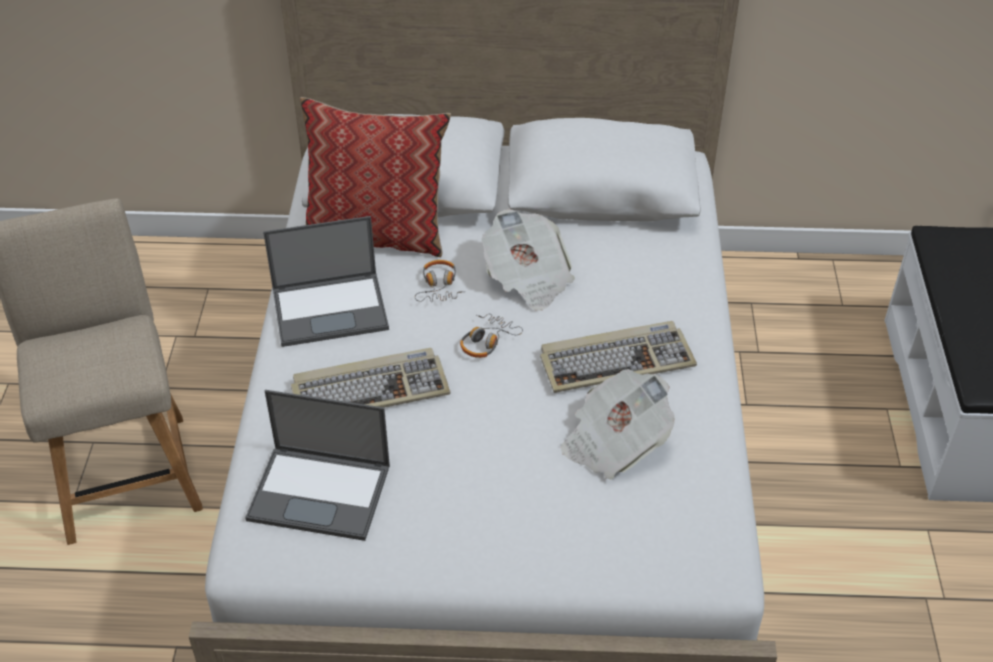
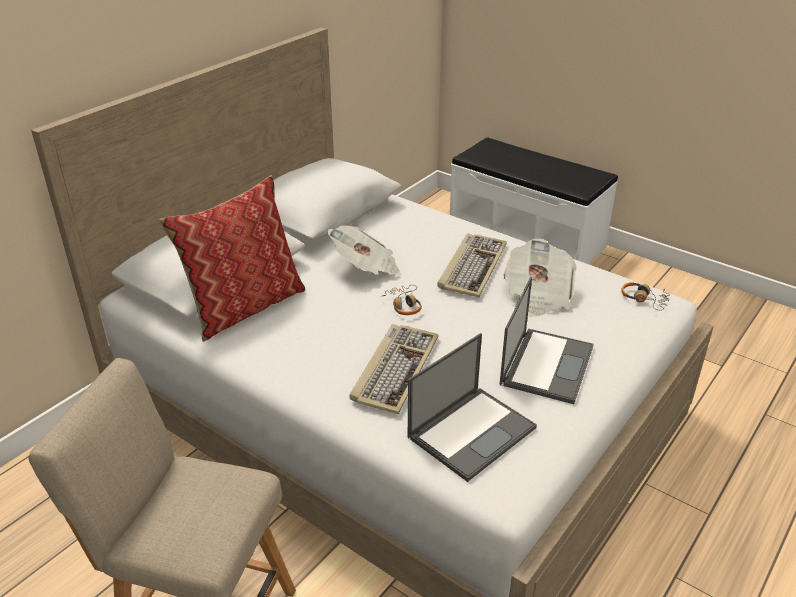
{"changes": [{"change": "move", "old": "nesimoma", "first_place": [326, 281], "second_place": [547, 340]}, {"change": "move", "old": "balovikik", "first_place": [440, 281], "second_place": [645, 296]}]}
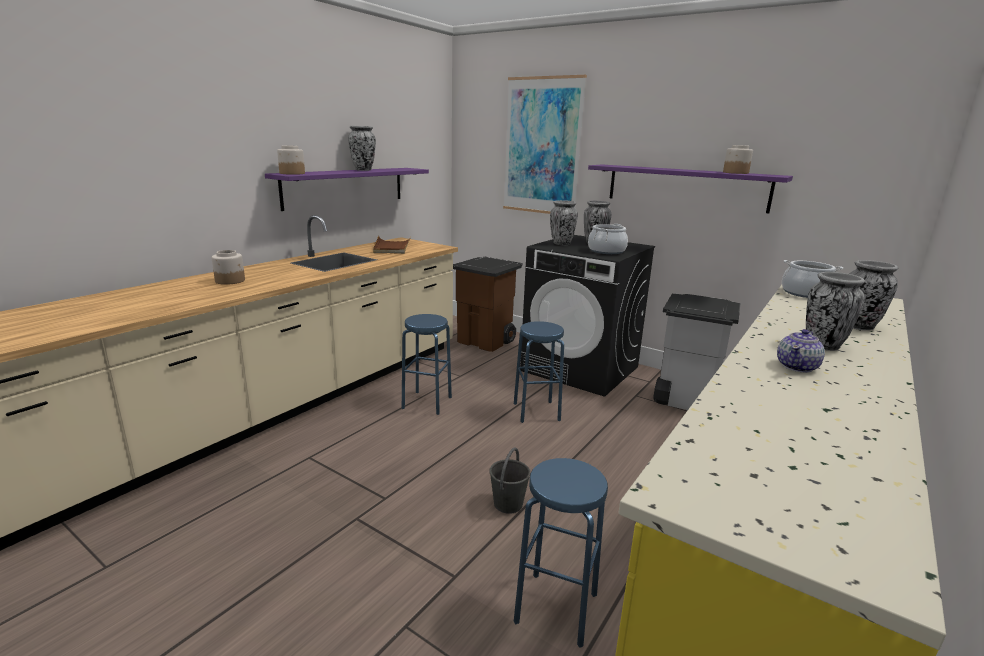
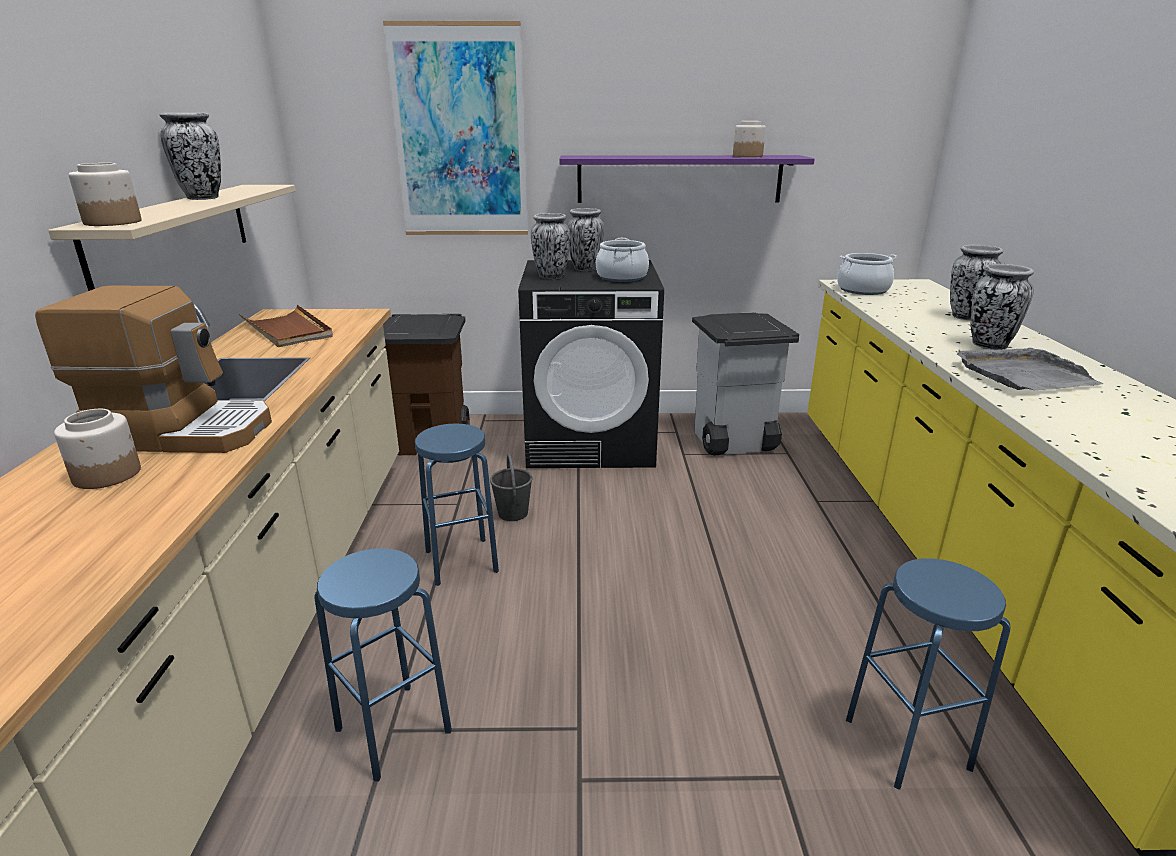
{"changes": [{"change": "recolor", "old": "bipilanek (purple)", "new": "bipilanek (beige)", "first_place": [347, 189], "second_place": [172, 238]}, {"change": "move", "old": "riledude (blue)", "first_place": [539, 372], "second_place": [383, 664]}, {"change": "replace", "old": "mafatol", "new": "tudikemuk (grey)", "first_place": [801, 351], "second_place": [1030, 369]}, {"change": "move", "old": "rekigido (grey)", "first_place": [510, 480], "second_place": [511, 487]}, {"change": "insert", "new": "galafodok", "second_place": [153, 369]}]}
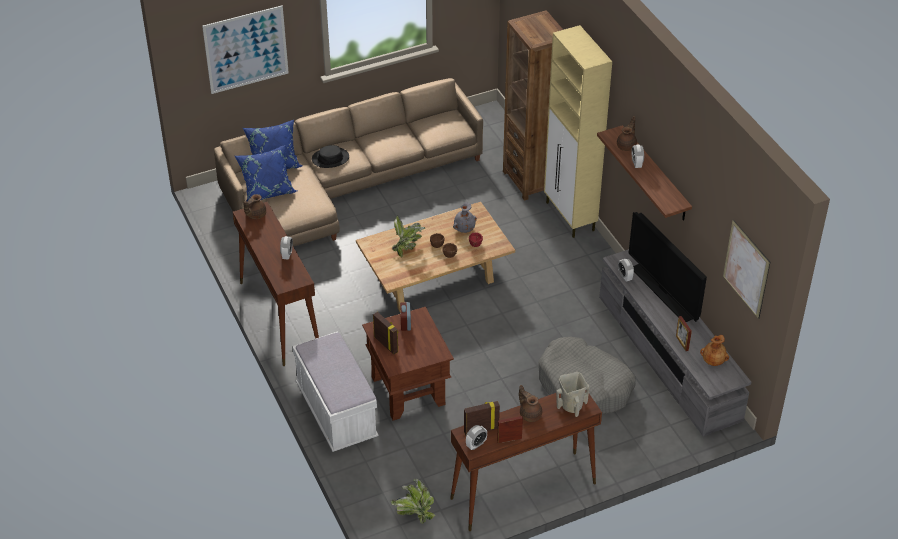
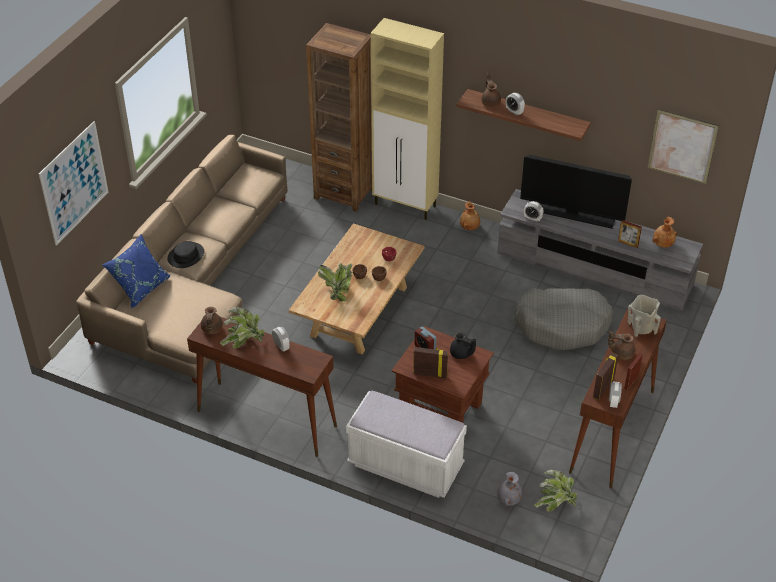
{"changes": [{"change": "delete", "old": "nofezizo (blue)", "first_place": [266, 173]}, {"change": "move", "old": "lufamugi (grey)", "first_place": [465, 217], "second_place": [509, 489]}, {"change": "insert", "new": "lufamugi (brown)", "second_place": [470, 215]}, {"change": "insert", "new": "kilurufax", "second_place": [242, 328]}, {"change": "insert", "new": "mafatol (black)", "second_place": [463, 346]}]}
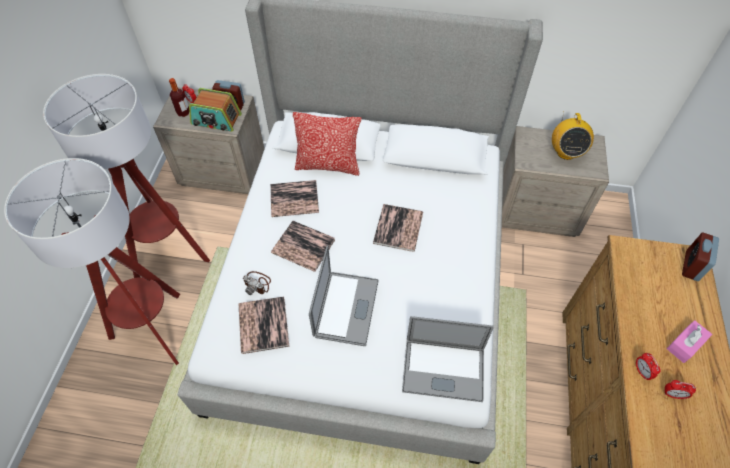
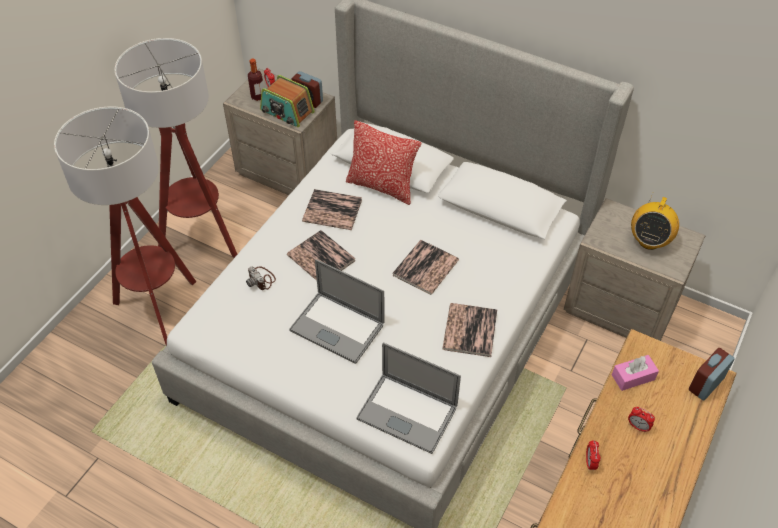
{"changes": [{"change": "rotate", "old": "nesimoma", "first_place": [344, 295], "second_place": [337, 311], "degrees": 90}, {"change": "move", "old": "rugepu", "first_place": [264, 325], "second_place": [469, 330]}, {"change": "move", "old": "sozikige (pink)", "first_place": [689, 341], "second_place": [635, 373]}, {"change": "move", "old": "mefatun", "first_place": [680, 389], "second_place": [641, 420]}]}
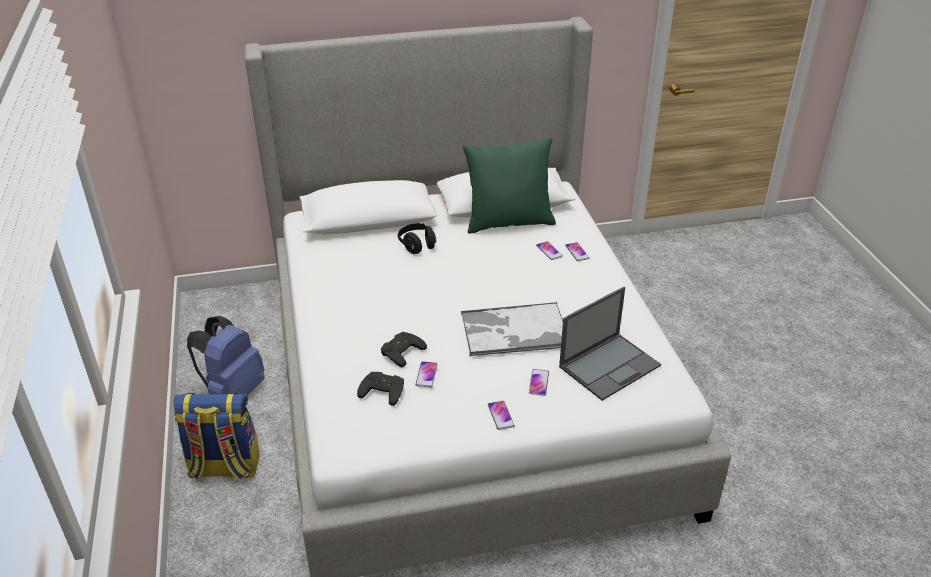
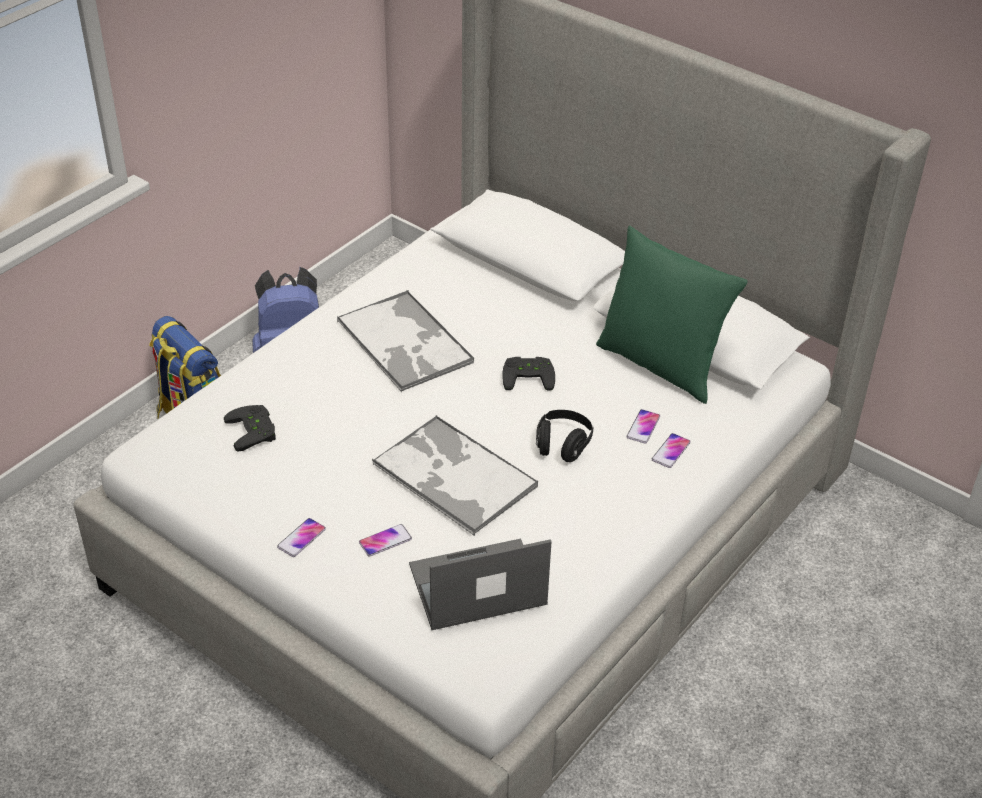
{"changes": [{"change": "move", "old": "balovikik (black)", "first_place": [417, 238], "second_place": [564, 436]}, {"change": "rotate", "old": "nesimoma", "first_place": [610, 344], "second_place": [480, 584], "degrees": 150}, {"change": "move", "old": "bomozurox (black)", "first_place": [404, 349], "second_place": [528, 374]}, {"change": "delete", "old": "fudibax", "first_place": [426, 374]}, {"change": "insert", "new": "tudikemuk", "second_place": [405, 341]}]}
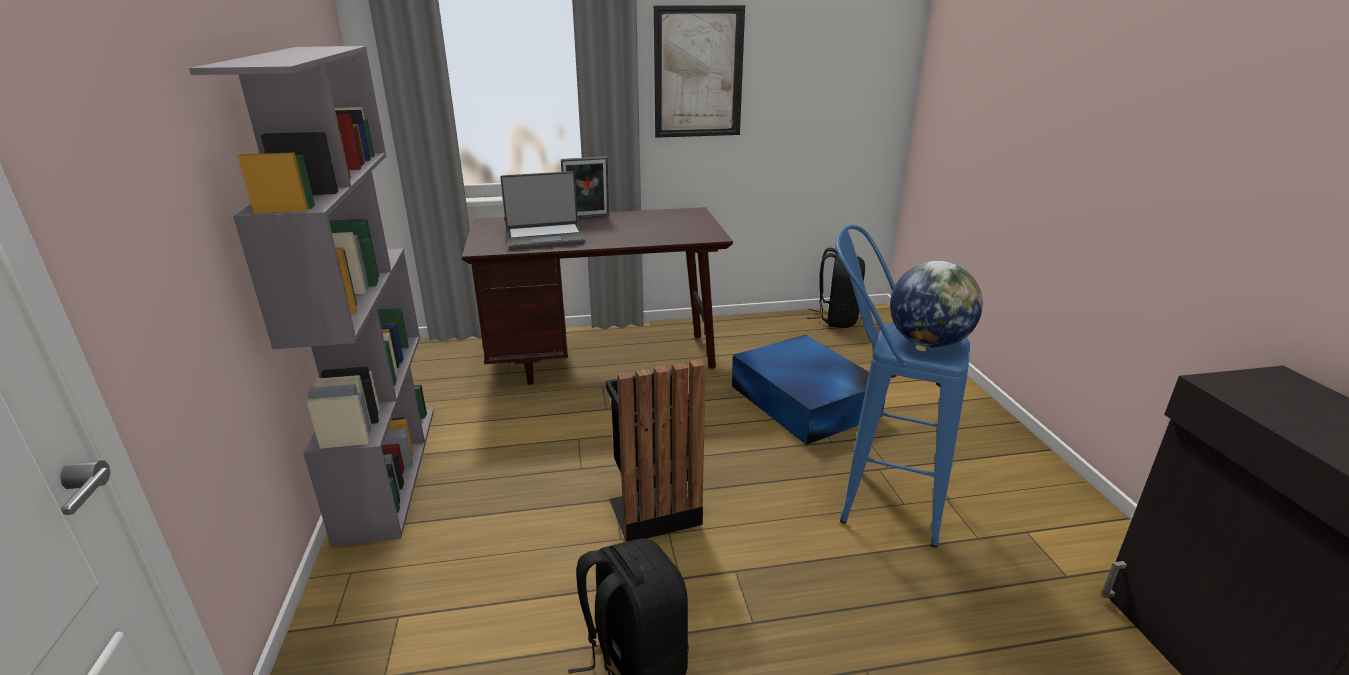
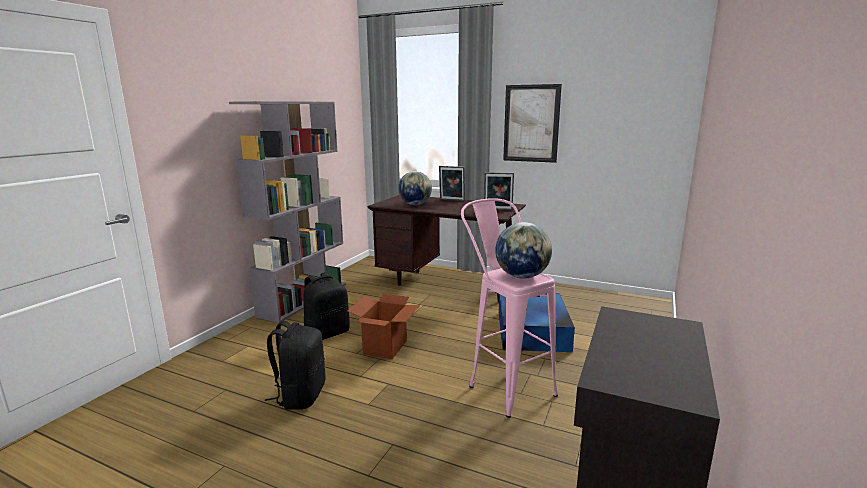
{"changes": [{"change": "replace", "old": "nesimoma", "new": "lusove", "first_place": [542, 210], "second_place": [415, 188]}, {"change": "recolor", "old": "riledude (blue)", "new": "riledude (pink)", "first_place": [903, 386], "second_place": [509, 308]}, {"change": "move", "old": "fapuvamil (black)", "first_place": [836, 288], "second_place": [326, 306]}, {"change": "replace", "old": "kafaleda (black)", "new": "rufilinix", "first_place": [656, 450], "second_place": [383, 326]}, {"change": "insert", "new": "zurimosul", "second_place": [499, 191]}]}
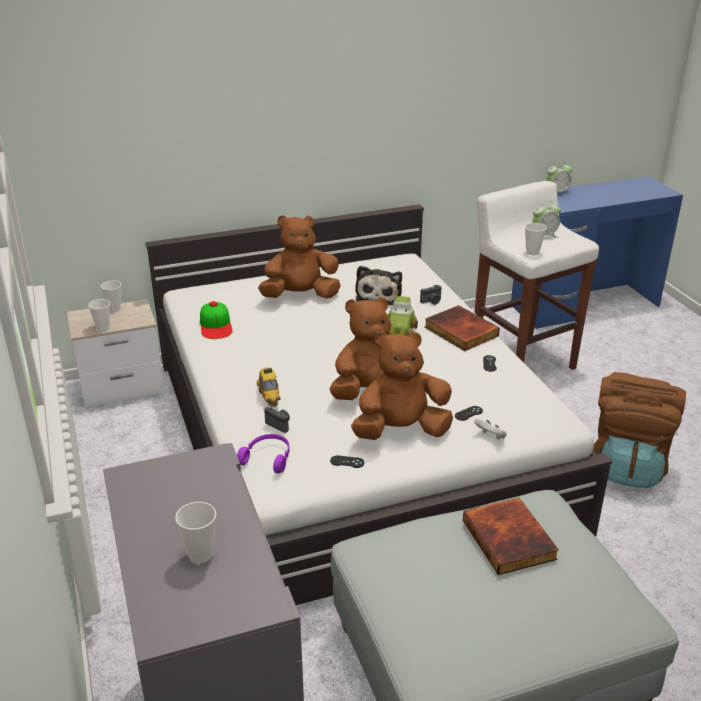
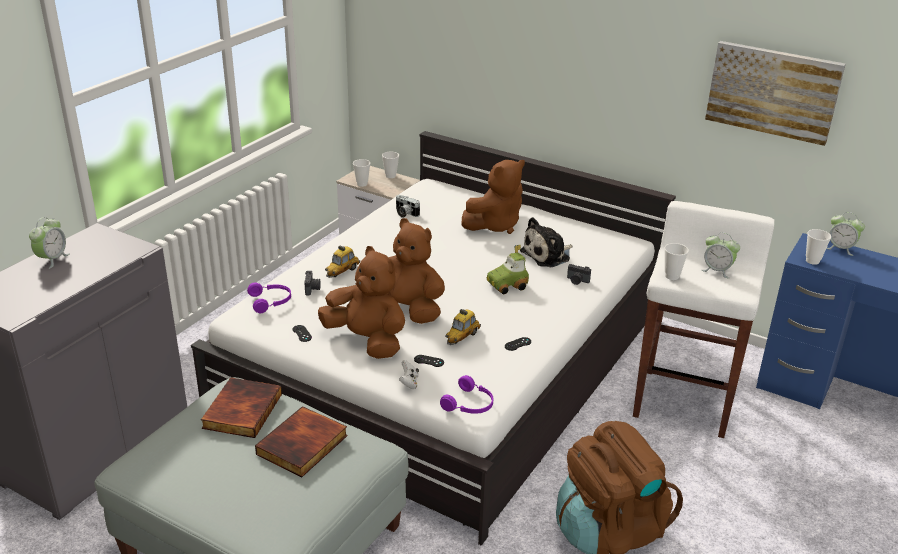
{"changes": [{"change": "rotate", "old": "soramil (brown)", "first_place": [299, 256], "second_place": [493, 197], "degrees": 105}, {"change": "replace", "old": "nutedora", "new": "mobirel", "first_place": [216, 320], "second_place": [408, 206]}, {"change": "move", "old": "rugepu", "first_place": [462, 328], "second_place": [241, 407]}, {"change": "move", "old": "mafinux", "first_place": [195, 532], "second_place": [818, 247]}, {"change": "insert", "new": "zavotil", "second_place": [775, 93]}, {"change": "insert", "new": "mefatun", "second_place": [49, 243]}, {"change": "insert", "new": "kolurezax", "second_place": [463, 327]}, {"change": "insert", "new": "balovikik (purple)", "second_place": [466, 394]}]}
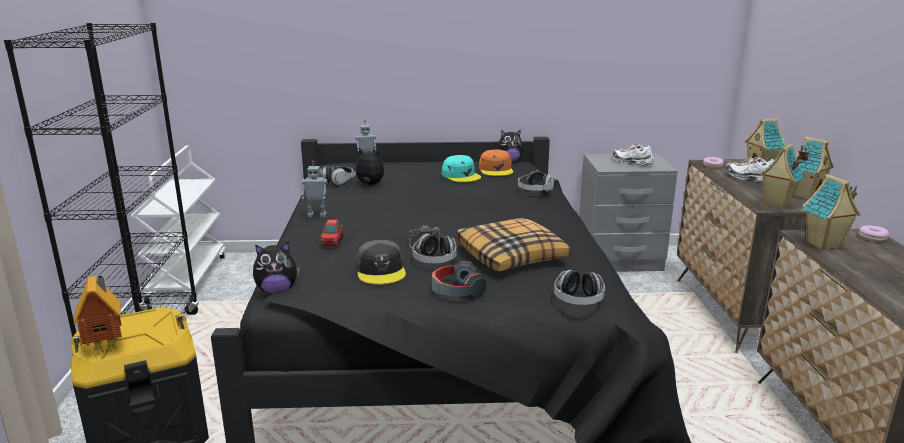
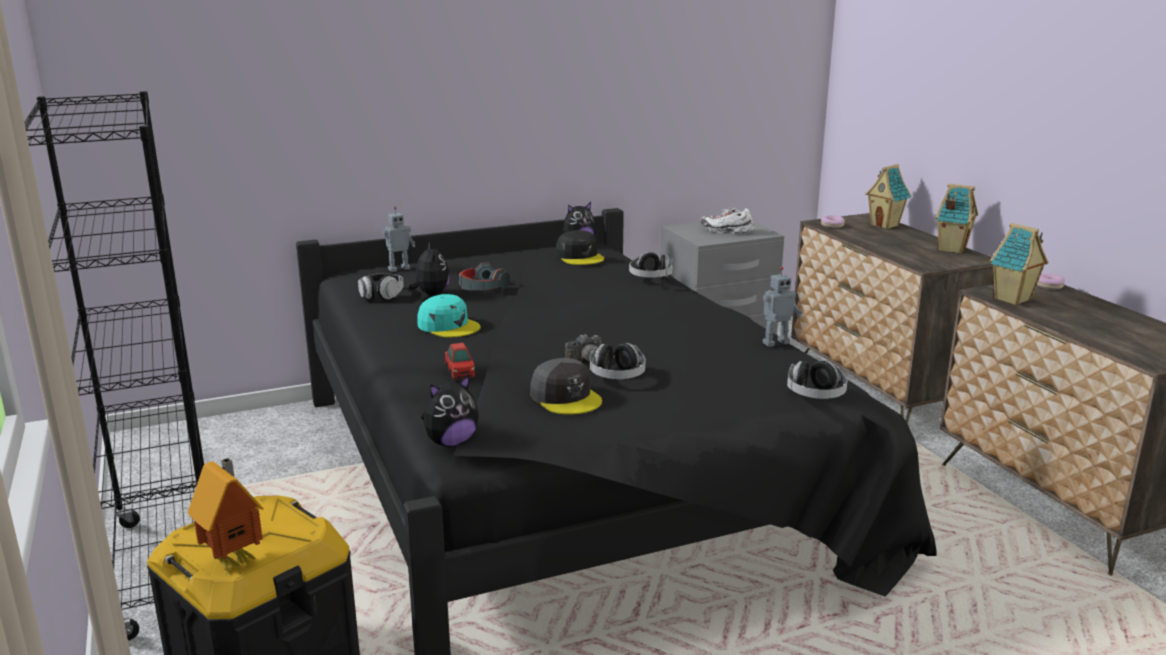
{"changes": [{"change": "delete", "old": "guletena", "first_place": [782, 176]}, {"change": "delete", "old": "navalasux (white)", "first_place": [178, 225]}, {"change": "rotate", "old": "soramil", "first_place": [367, 166], "second_place": [428, 268], "degrees": 75}, {"change": "recolor", "old": "nutedora (orange)", "new": "nutedora (black)", "first_place": [496, 163], "second_place": [580, 247]}, {"change": "move", "old": "nutedora (turquoise)", "first_place": [461, 168], "second_place": [449, 315]}, {"change": "delete", "old": "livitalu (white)", "first_place": [750, 169]}, {"change": "move", "old": "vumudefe", "first_place": [314, 188], "second_place": [782, 307]}, {"change": "delete", "old": "nofezizo", "first_place": [514, 245]}, {"change": "move", "old": "balovikik", "first_place": [459, 279], "second_place": [484, 276]}]}
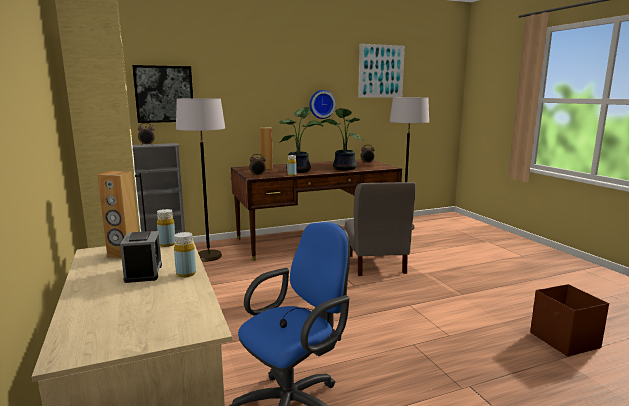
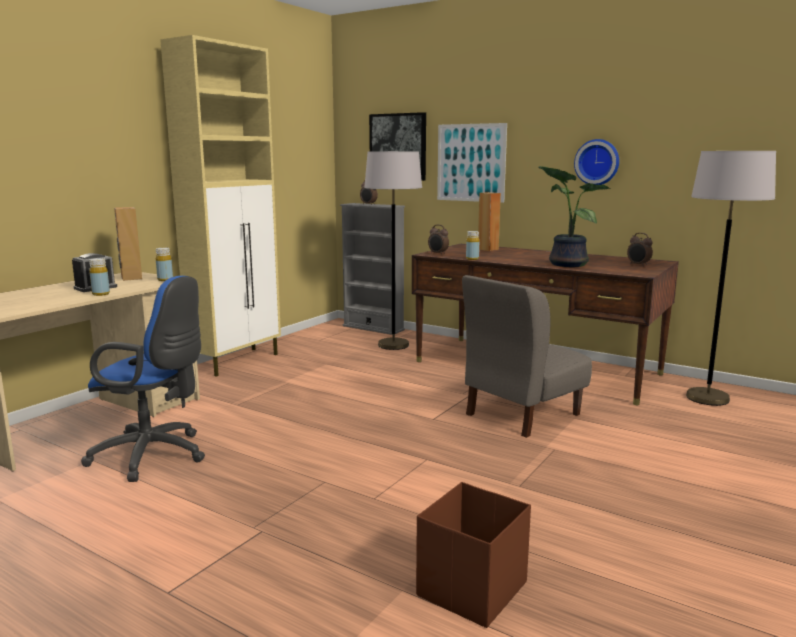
{"changes": [{"change": "move", "old": "zavotil", "first_place": [381, 71], "second_place": [472, 163]}, {"change": "delete", "old": "kilurufax", "first_place": [301, 140]}]}
